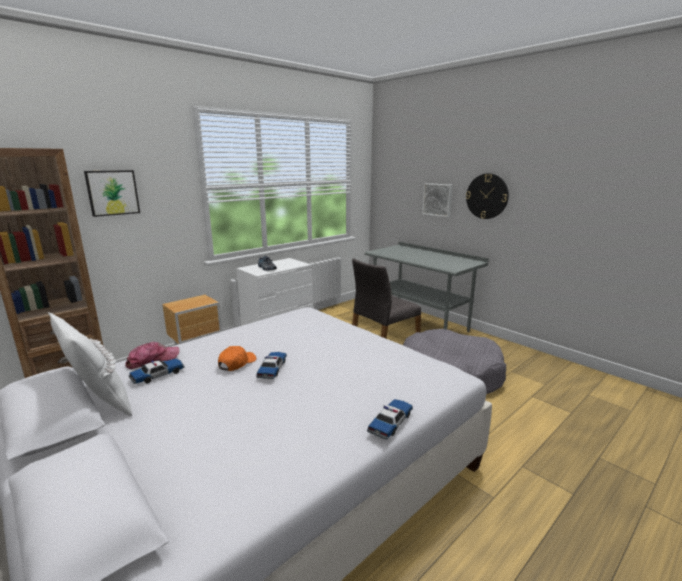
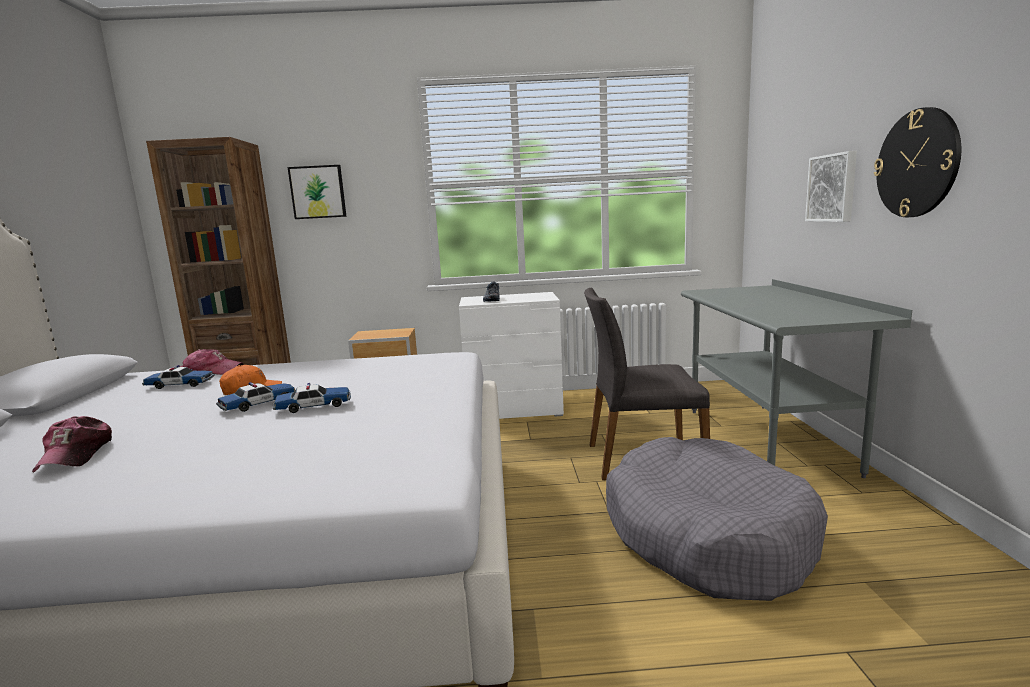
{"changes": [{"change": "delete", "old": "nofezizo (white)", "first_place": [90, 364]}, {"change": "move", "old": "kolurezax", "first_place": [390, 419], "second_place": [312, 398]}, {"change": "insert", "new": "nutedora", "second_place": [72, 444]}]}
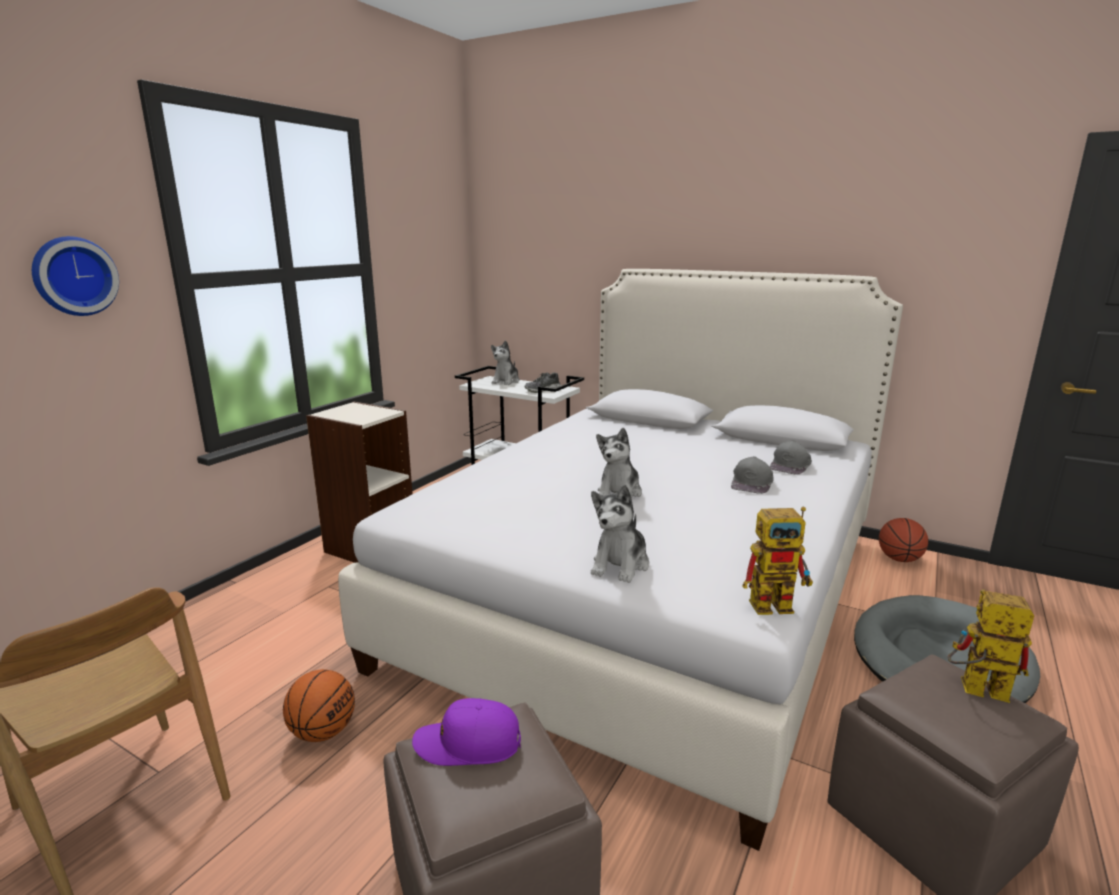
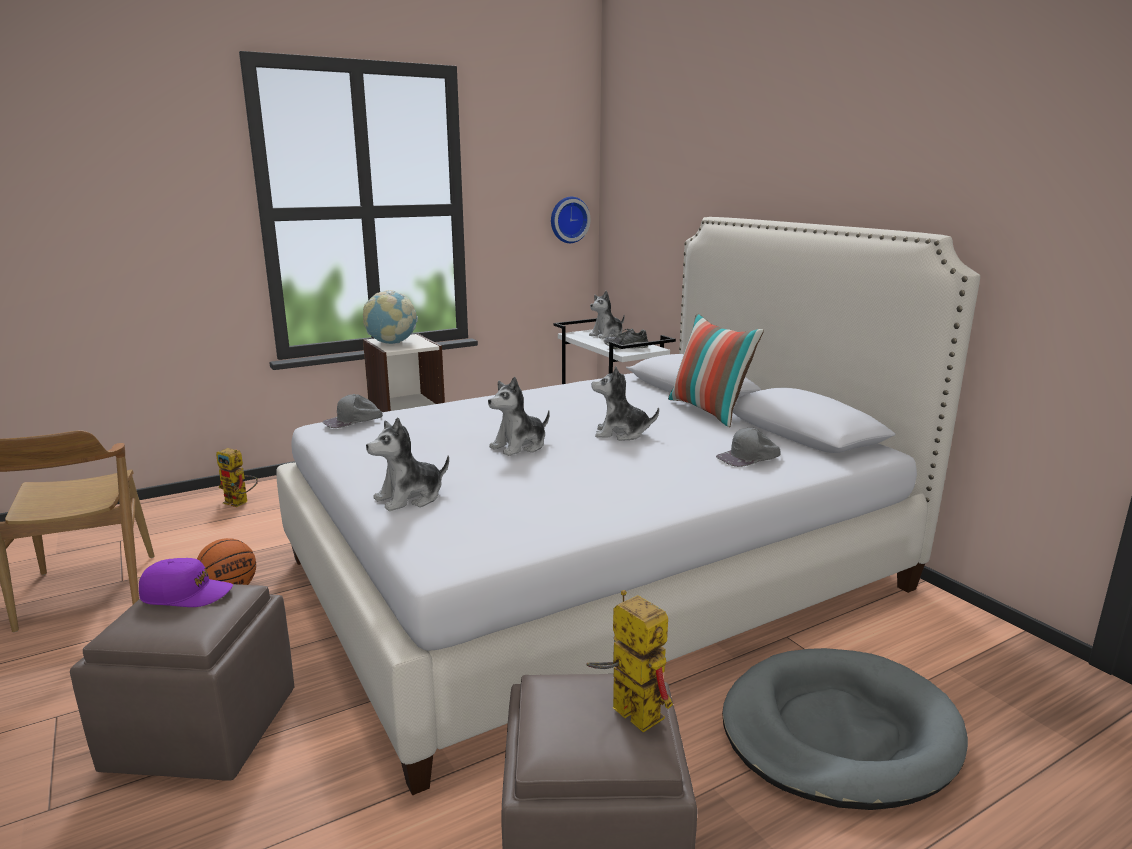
{"changes": [{"change": "move", "old": "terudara", "first_place": [75, 276], "second_place": [570, 220]}, {"change": "move", "old": "nutedora (grey)", "first_place": [752, 475], "second_place": [353, 411]}, {"change": "move", "old": "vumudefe", "first_place": [777, 560], "second_place": [237, 477]}, {"change": "delete", "old": "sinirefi", "first_place": [903, 540]}, {"change": "rotate", "old": "nutedora (purple)", "first_place": [466, 732], "second_place": [186, 582], "degrees": 150}, {"change": "insert", "new": "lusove", "second_place": [390, 317]}, {"change": "insert", "new": "nofezizo", "second_place": [716, 370]}, {"change": "insert", "new": "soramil", "second_place": [625, 403]}]}
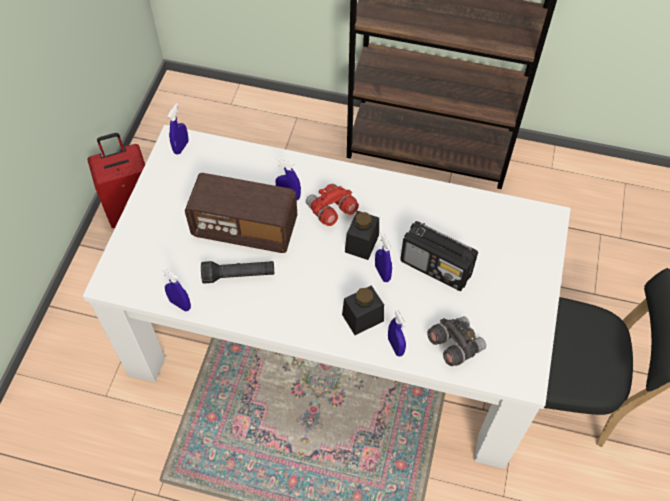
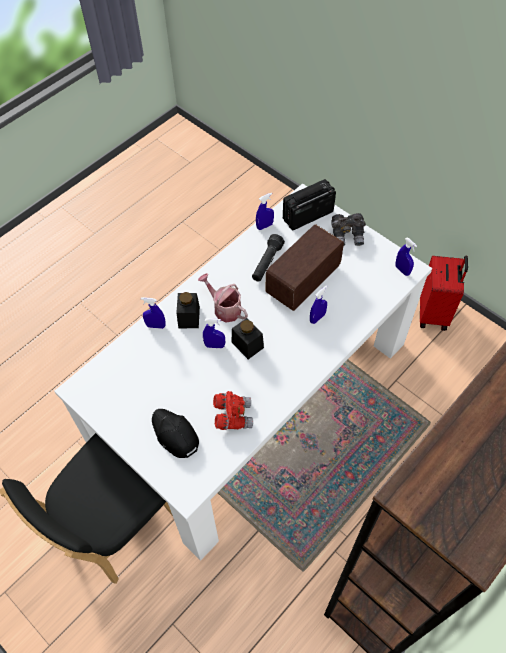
{"changes": [{"change": "move", "old": "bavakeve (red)", "first_place": [332, 205], "second_place": [233, 410]}, {"change": "move", "old": "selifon", "first_place": [439, 256], "second_place": [309, 204]}, {"change": "move", "old": "bavakeve (grey)", "first_place": [456, 341], "second_place": [348, 229]}, {"change": "insert", "new": "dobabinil", "second_place": [223, 298]}, {"change": "insert", "new": "nutedora (black)", "second_place": [175, 433]}]}
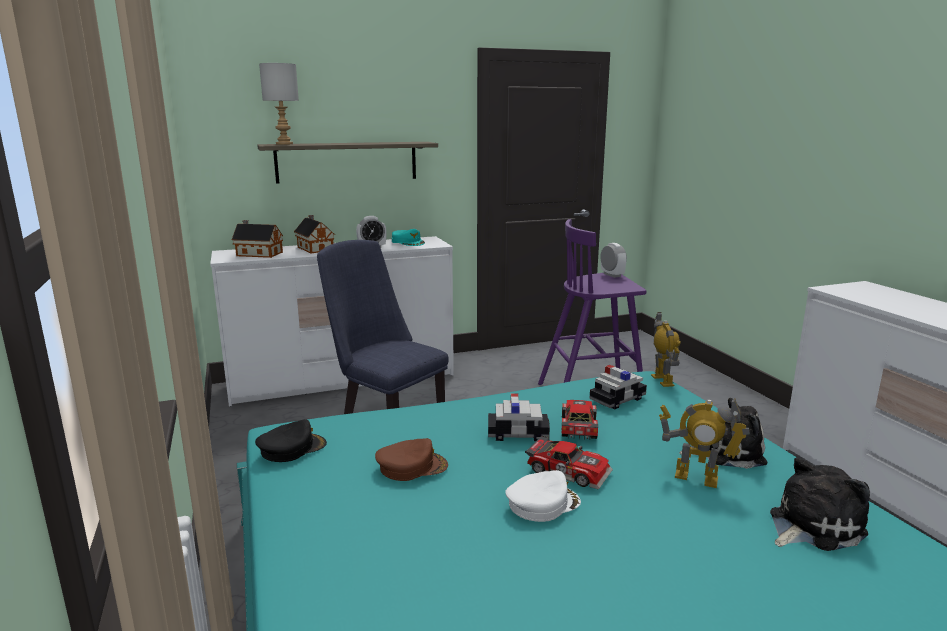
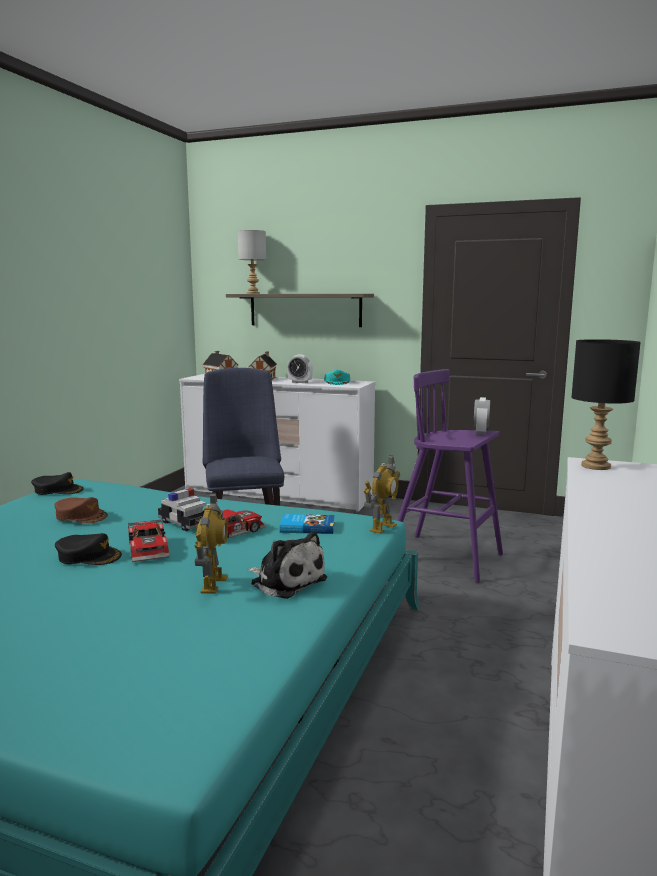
{"changes": [{"change": "replace", "old": "kolurezax", "new": "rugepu", "first_place": [618, 387], "second_place": [307, 524]}, {"change": "rotate", "old": "vumudefe", "first_place": [704, 443], "second_place": [211, 543], "degrees": -150}, {"change": "delete", "old": "soramil", "first_place": [820, 504]}, {"change": "recolor", "old": "nutedora (white)", "new": "nutedora (black)", "first_place": [543, 496], "second_place": [88, 549]}, {"change": "insert", "new": "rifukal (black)", "second_place": [606, 404]}]}
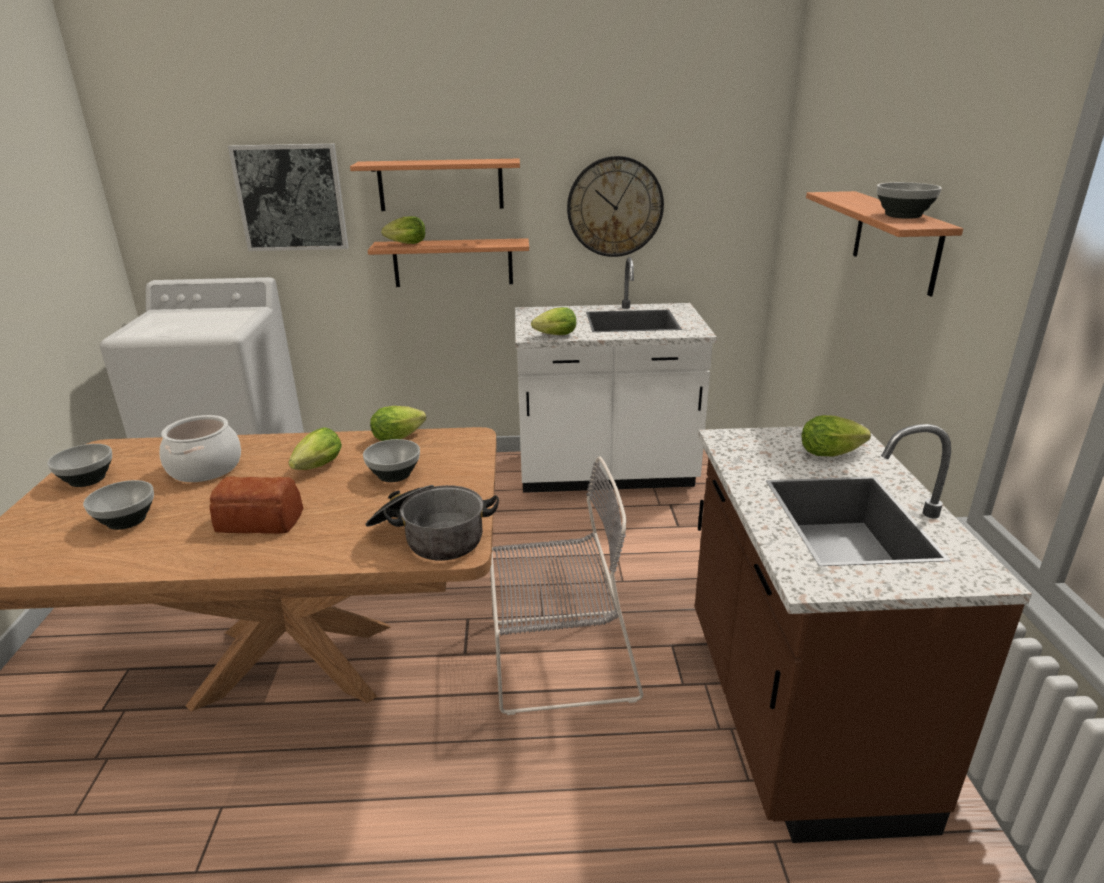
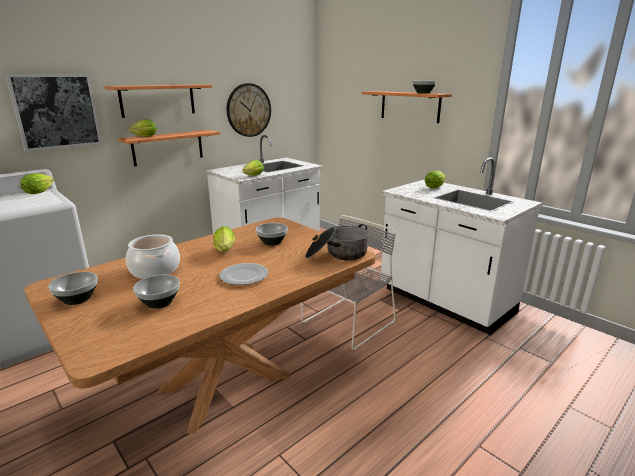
{"changes": [{"change": "move", "old": "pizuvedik", "first_place": [398, 423], "second_place": [37, 183]}, {"change": "recolor", "old": "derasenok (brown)", "new": "derasenok (white)", "first_place": [863, 633], "second_place": [461, 246]}, {"change": "replace", "old": "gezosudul", "new": "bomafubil", "first_place": [256, 505], "second_place": [243, 274]}]}
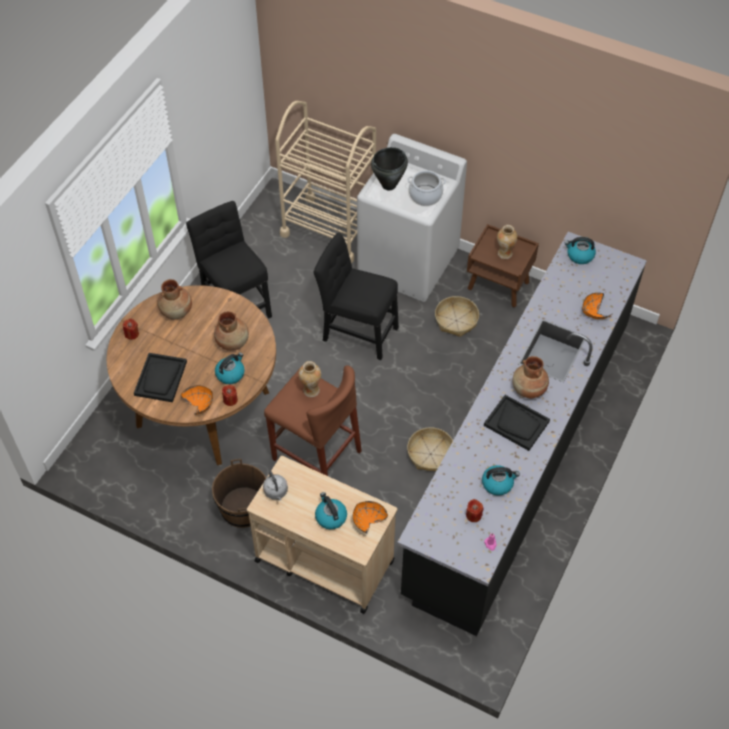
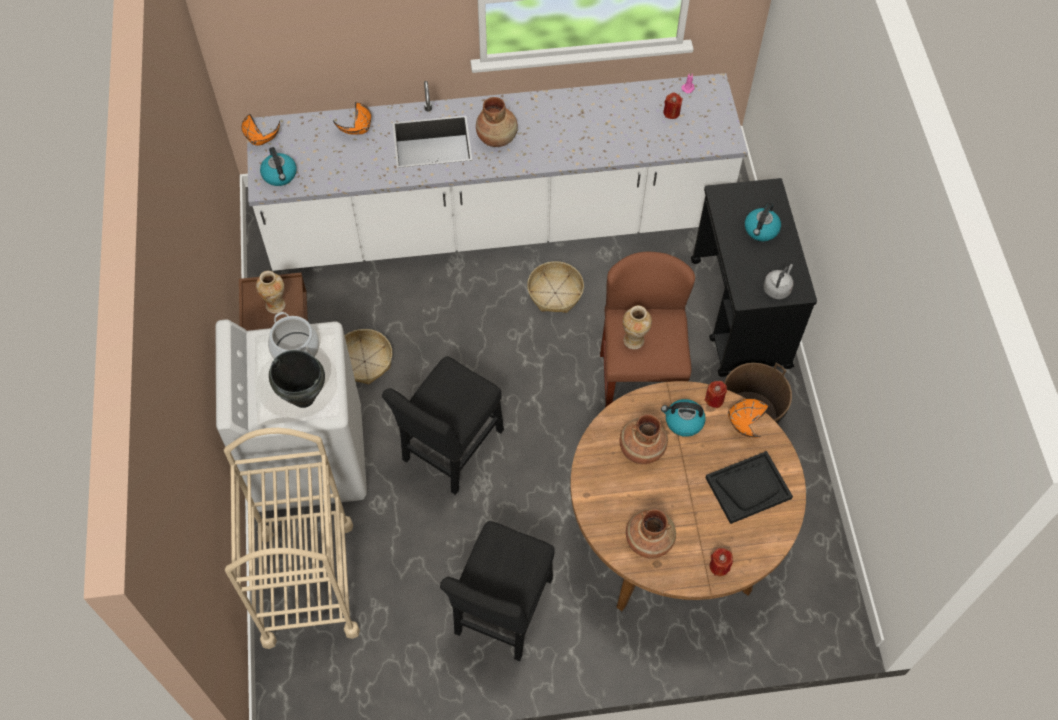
{"changes": [{"change": "recolor", "old": "derasenok (black)", "new": "derasenok (white)", "first_place": [522, 434], "second_place": [497, 172]}, {"change": "rotate", "old": "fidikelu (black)", "first_place": [356, 296], "second_place": [443, 425], "degrees": 45}, {"change": "delete", "old": "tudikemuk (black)", "first_place": [517, 423]}, {"change": "recolor", "old": "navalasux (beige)", "new": "navalasux (black)", "first_place": [322, 535], "second_place": [754, 277]}, {"change": "delete", "old": "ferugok", "first_place": [501, 480]}, {"change": "move", "old": "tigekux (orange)", "first_place": [370, 517], "second_place": [260, 130]}]}
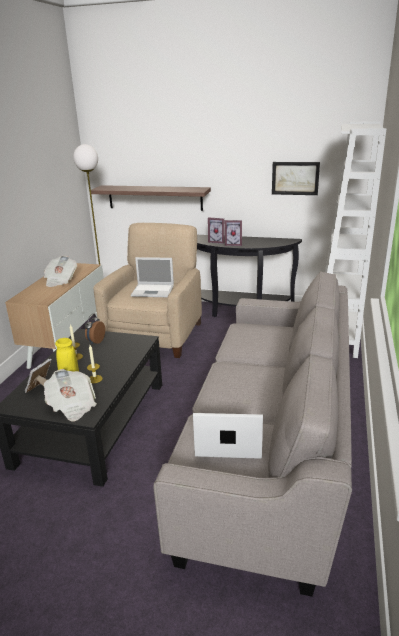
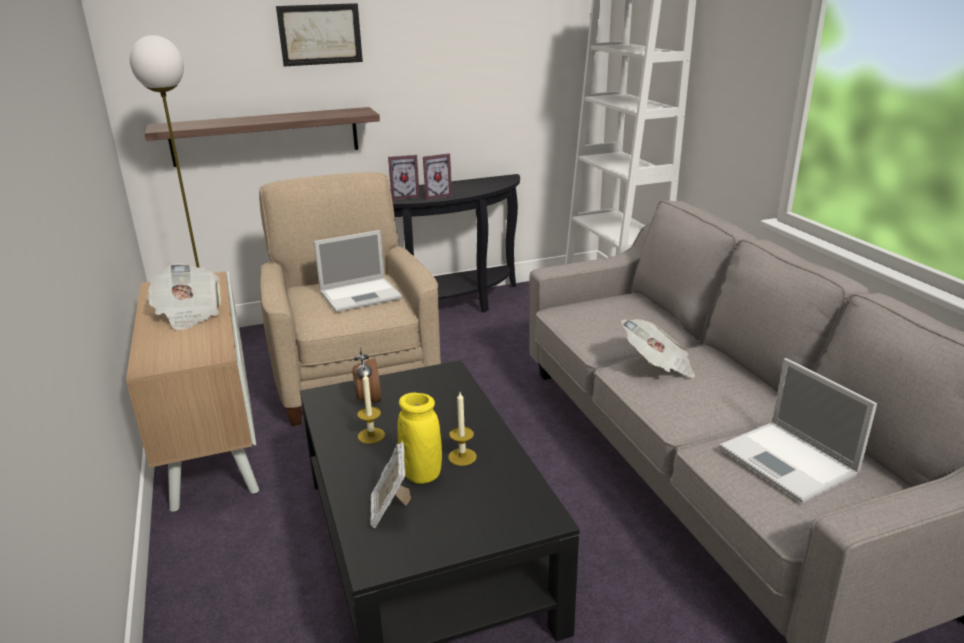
{"changes": [{"change": "move", "old": "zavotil", "first_place": [296, 178], "second_place": [319, 34]}, {"change": "move", "old": "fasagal", "first_place": [70, 395], "second_place": [658, 348]}, {"change": "rotate", "old": "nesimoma", "first_place": [228, 436], "second_place": [798, 430], "degrees": -90}]}
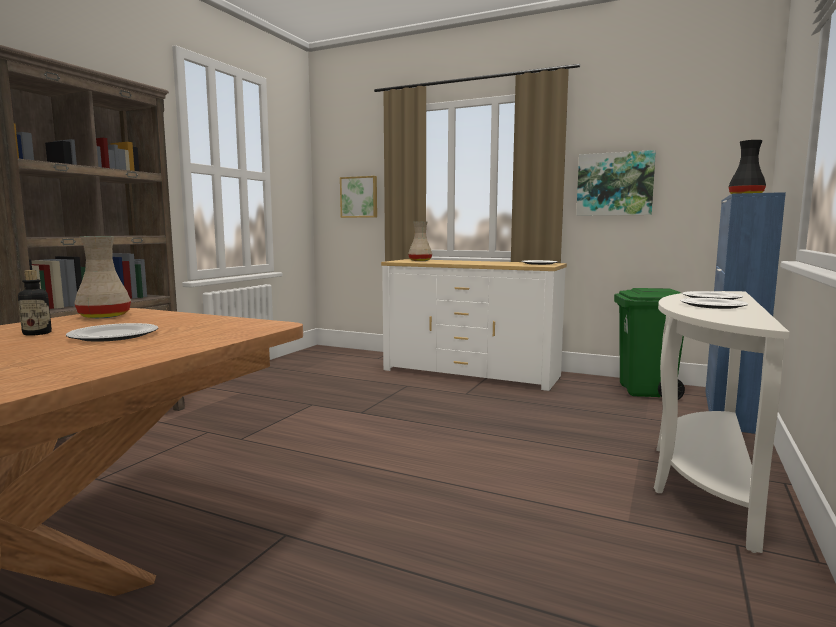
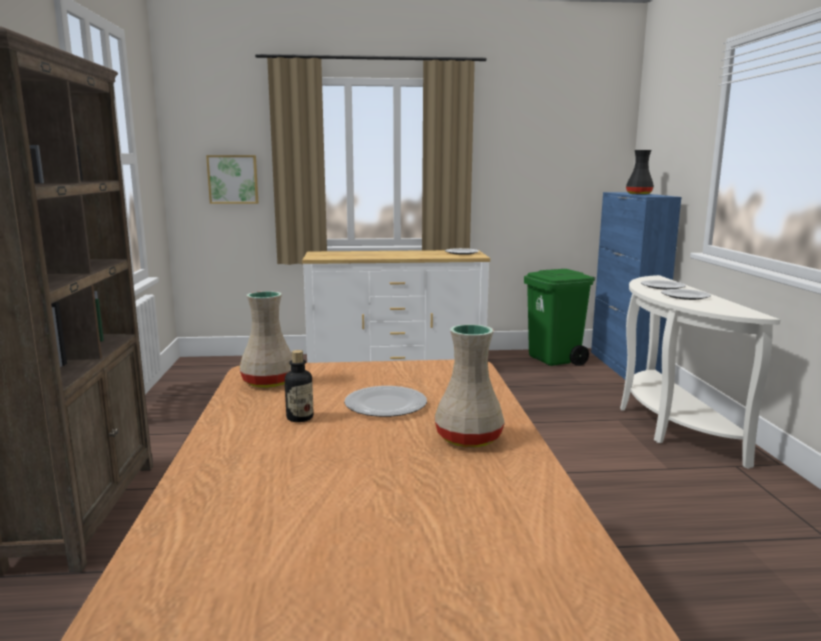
{"changes": [{"change": "delete", "old": "zavotil", "first_place": [616, 183]}, {"change": "move", "old": "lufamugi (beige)", "first_place": [420, 241], "second_place": [470, 386]}]}
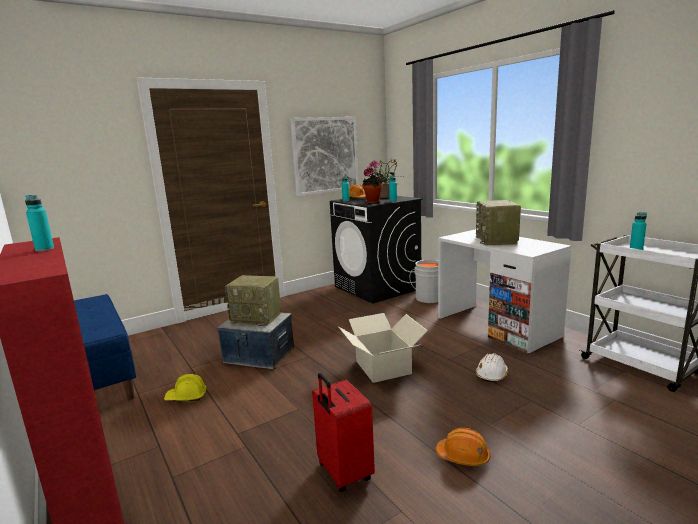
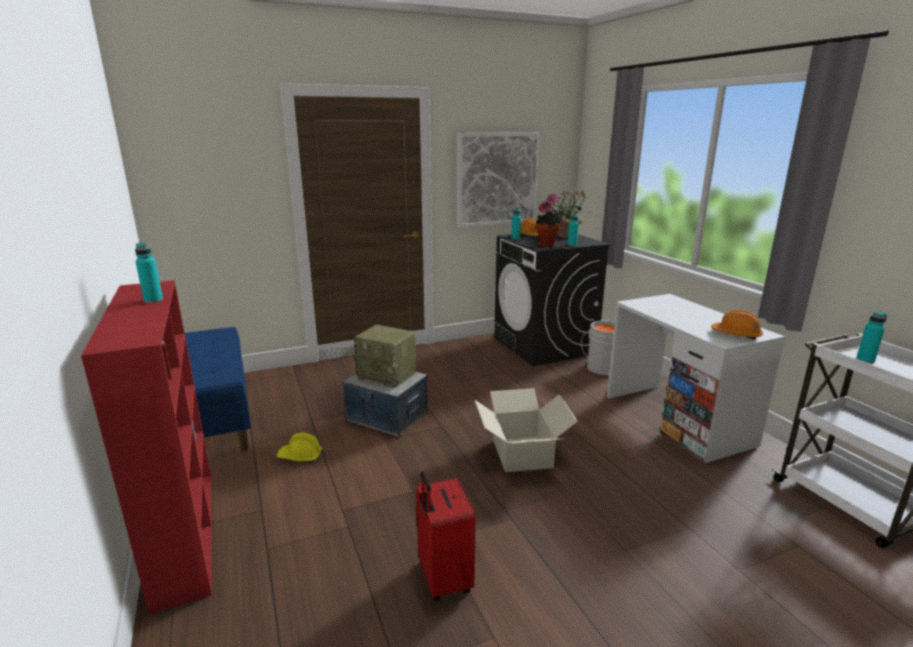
{"changes": [{"change": "delete", "old": "selifon", "first_place": [498, 222]}, {"change": "delete", "old": "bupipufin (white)", "first_place": [492, 367]}, {"change": "move", "old": "bupipufin (orange)", "first_place": [463, 447], "second_place": [737, 325]}]}
